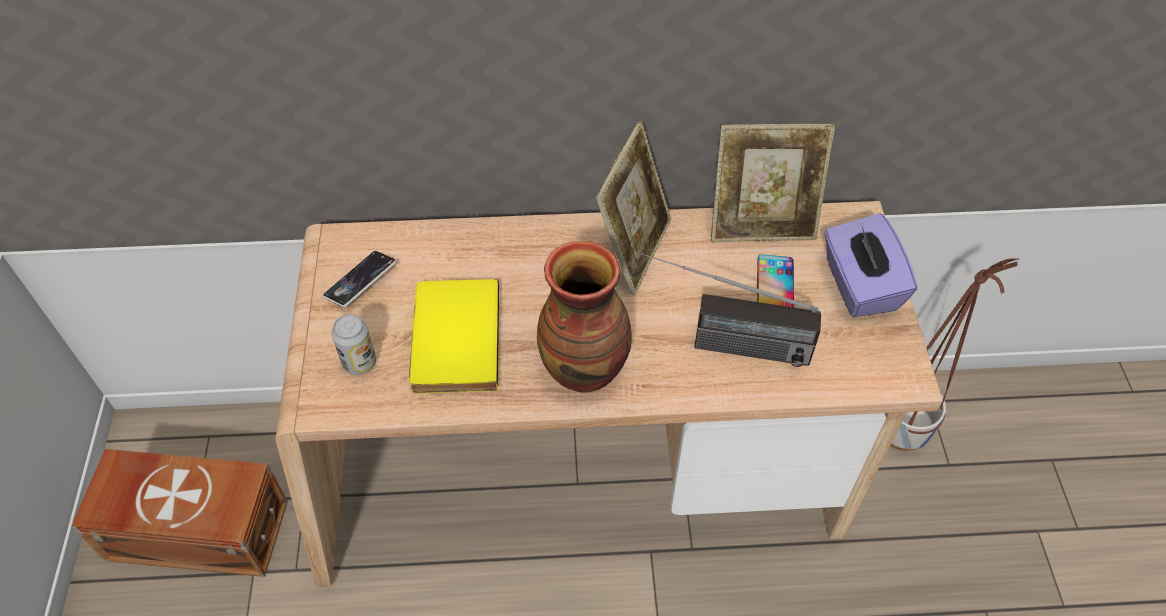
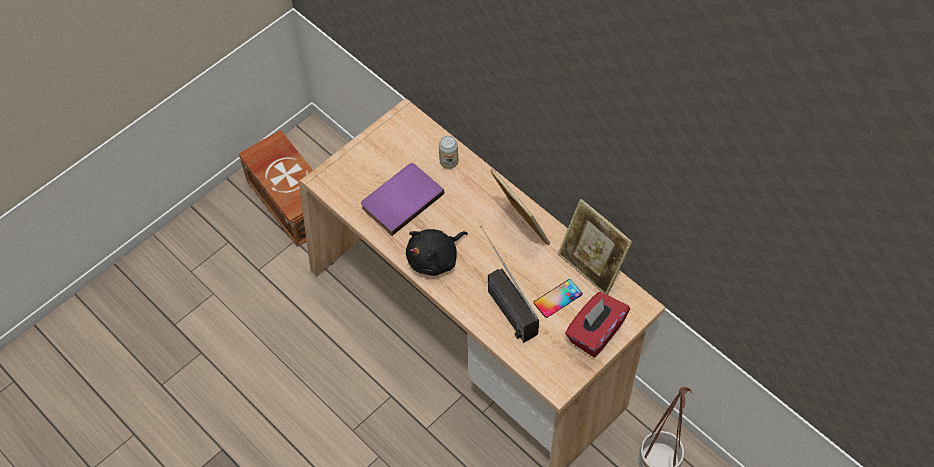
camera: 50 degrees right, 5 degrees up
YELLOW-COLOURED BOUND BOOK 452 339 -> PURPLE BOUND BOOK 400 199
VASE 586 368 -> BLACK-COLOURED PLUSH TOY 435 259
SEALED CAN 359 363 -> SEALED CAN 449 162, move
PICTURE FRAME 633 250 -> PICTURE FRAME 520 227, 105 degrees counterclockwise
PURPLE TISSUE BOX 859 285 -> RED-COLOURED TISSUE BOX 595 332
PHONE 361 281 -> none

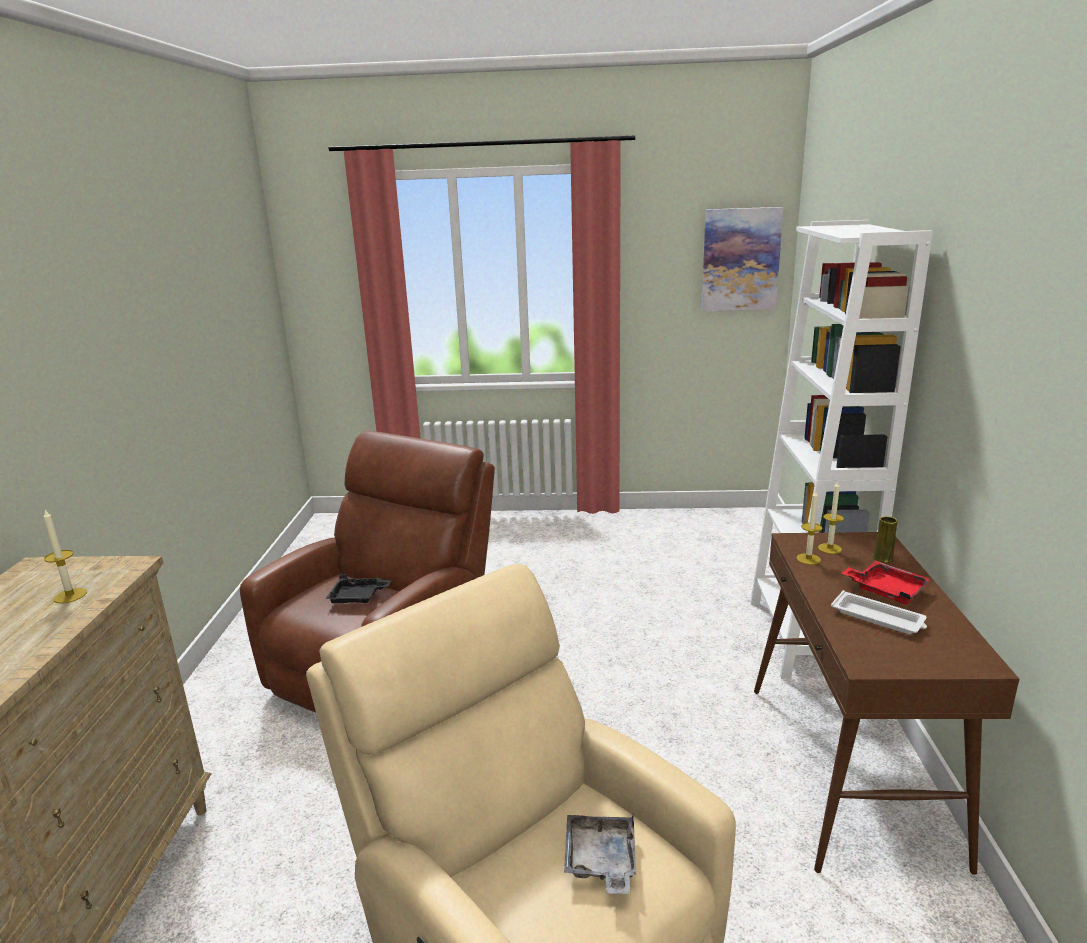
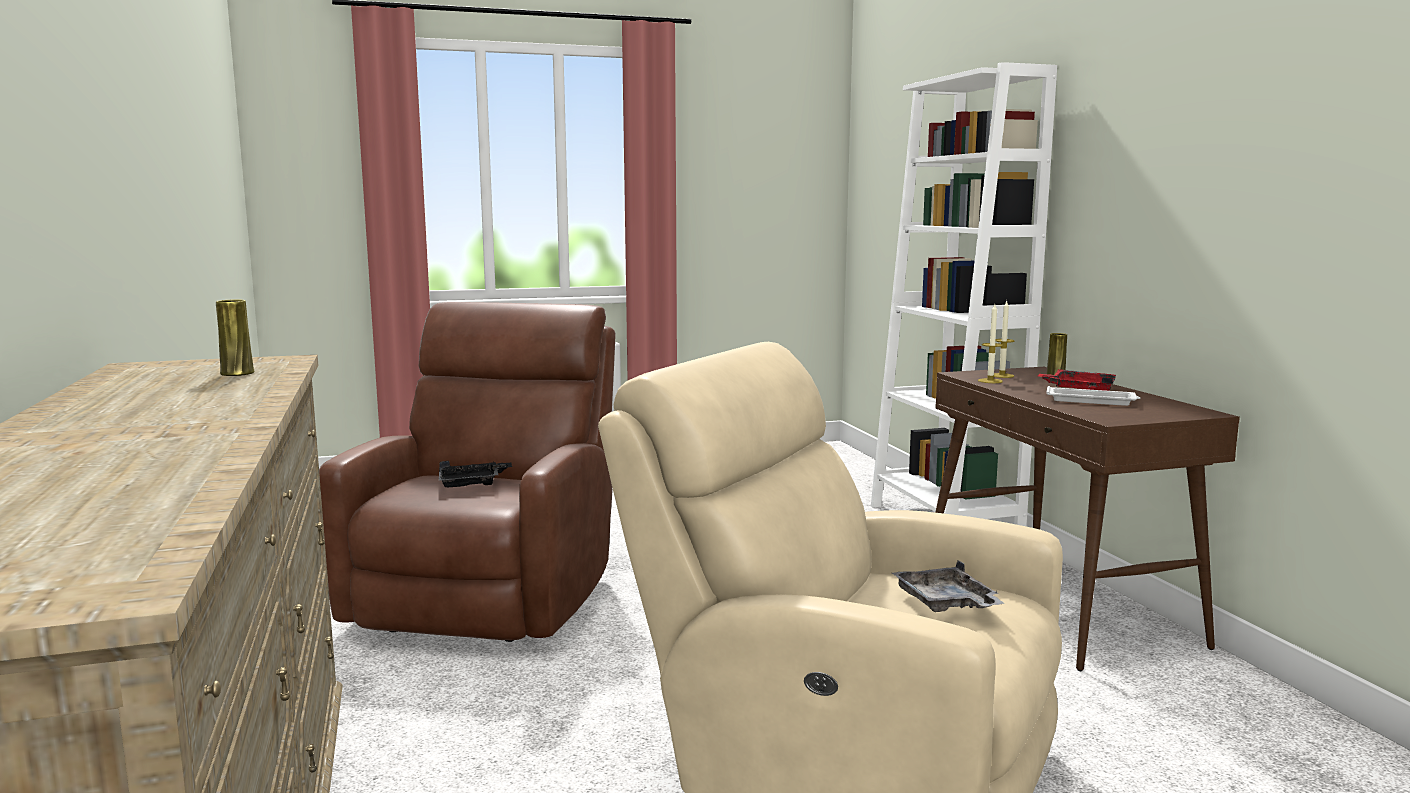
camera: 20 degrees left, 10 degrees down
CANDLE 70 595 -> YELLOW-COLOURED VASE 237 373
WALL ART 740 259 -> none

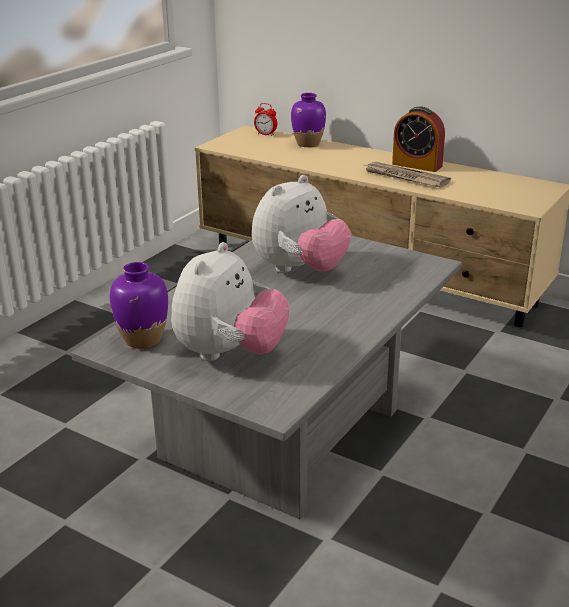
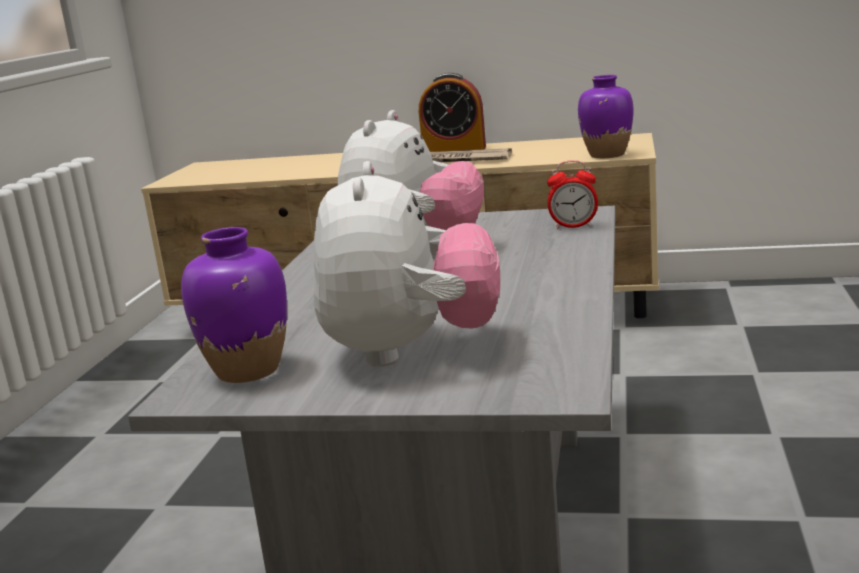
camera: 20 degrees left, 10 degrees down
TABLE CLOCK 266 134 -> TABLE CLOCK 573 226, move
PURPLE VASE 308 144 -> PURPLE VASE 607 155, move

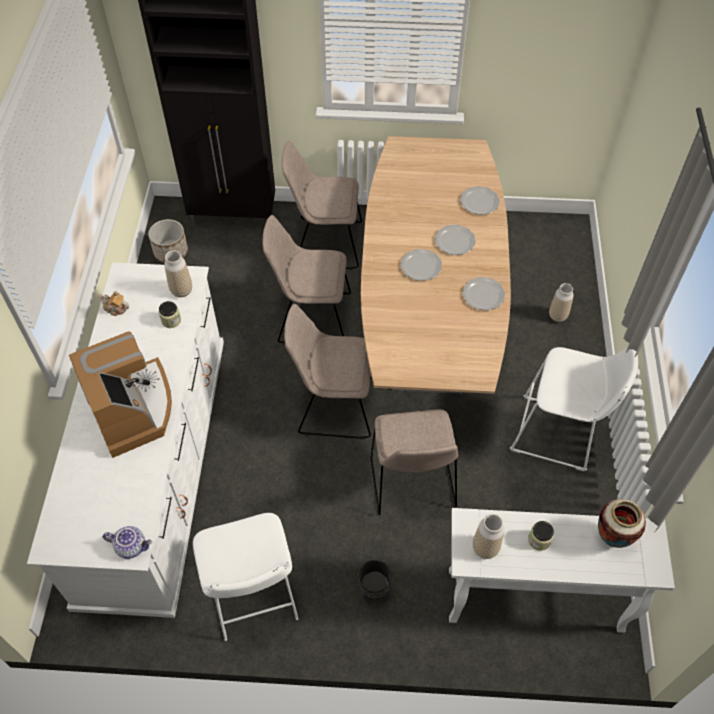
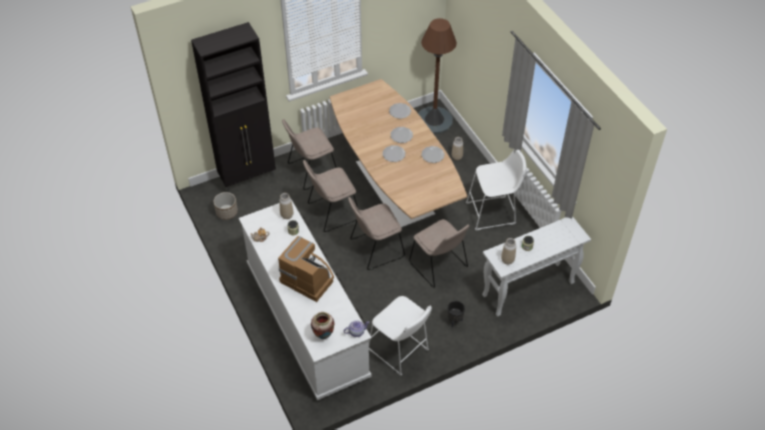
camera: 30 degrees left, 5 degrees down
VASE 611 538 -> VASE 323 336, move
none -> BROWN STANDING LAMP 434 120

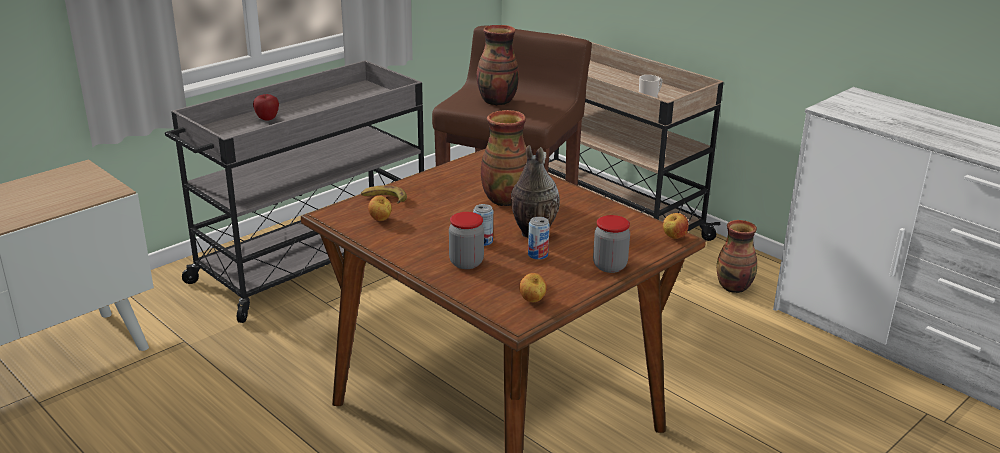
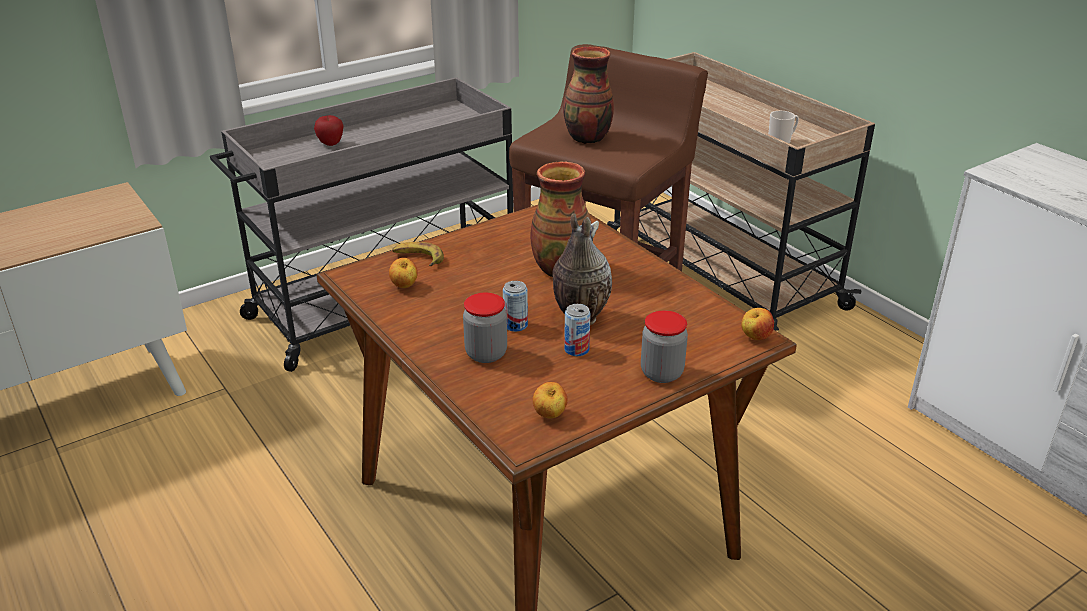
camera: 10 degrees right, 5 degrees up
VASE 734 287 -> none

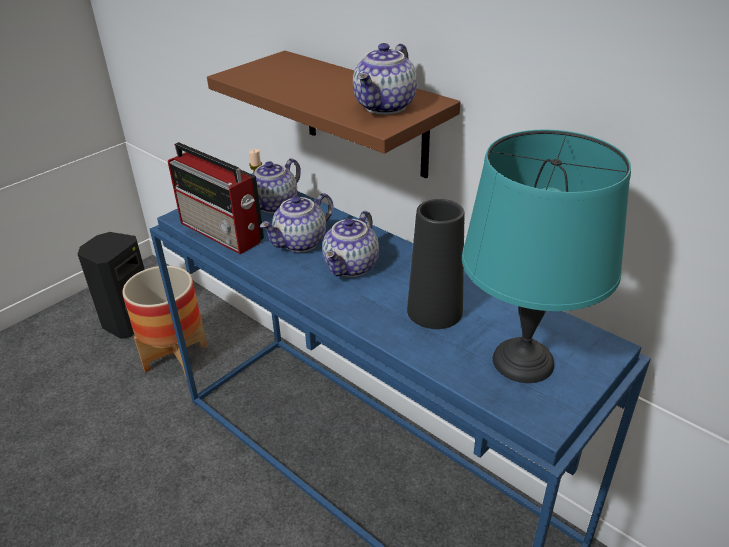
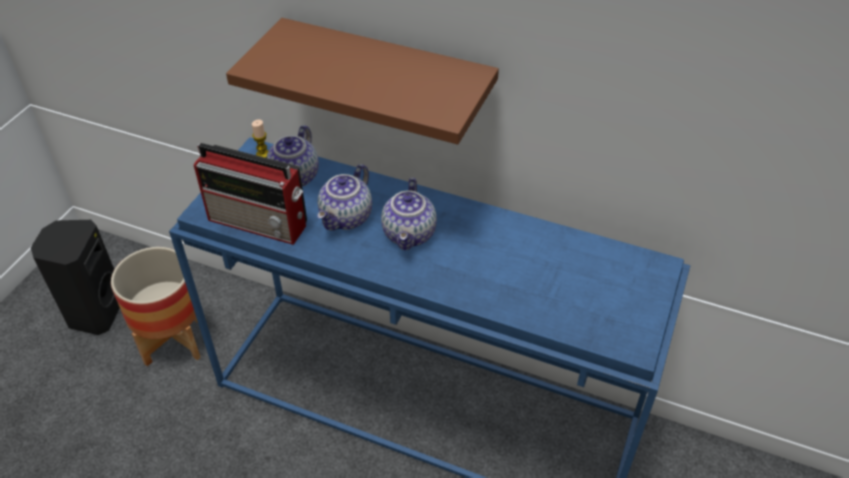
camera: 20 degrees left, 10 degrees up
TEAPOT 386 107 -> none
BLACK-COLOURED VASE 434 311 -> none
TURQUOISE-COLOURED LAMP FOR A TABLE 521 361 -> none

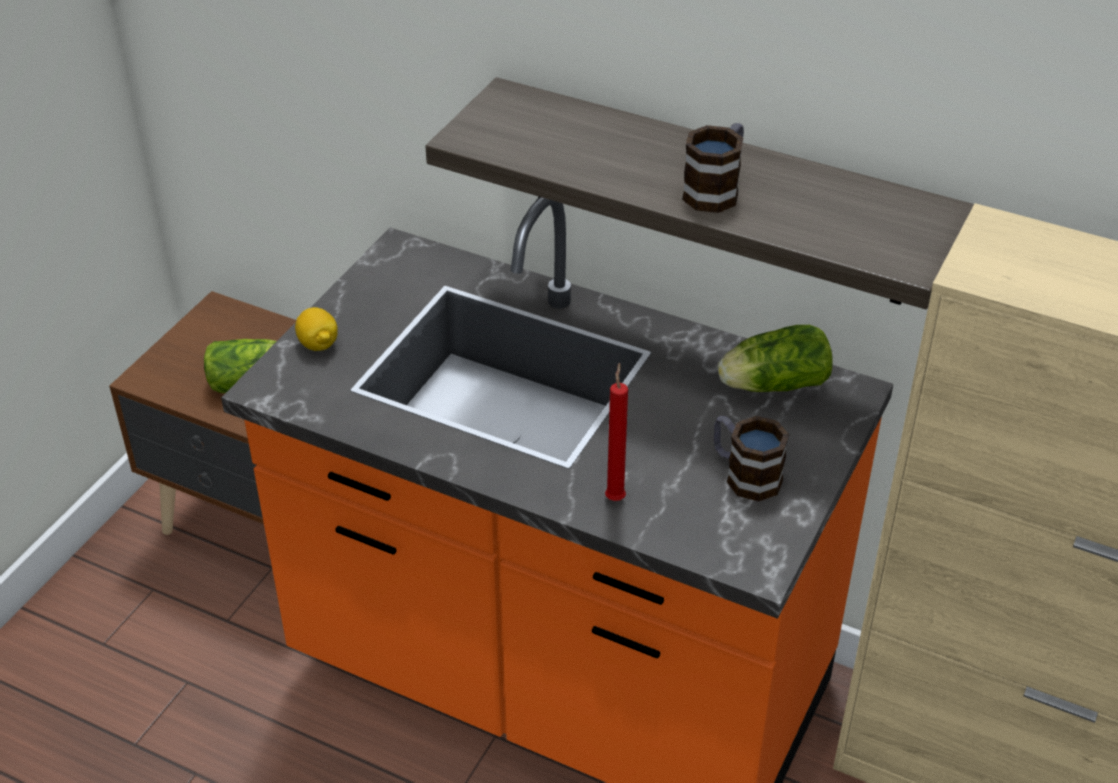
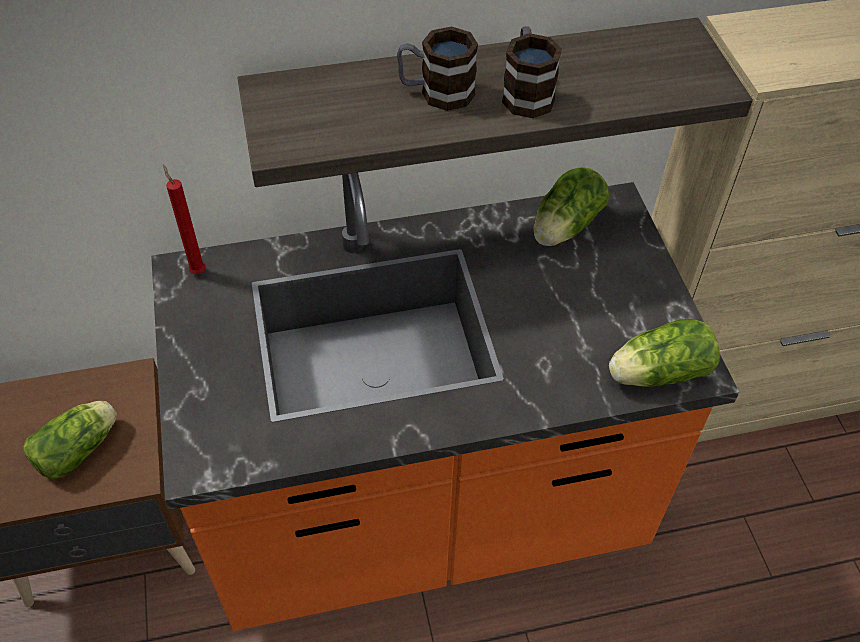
camera: 40 degrees left, 10 degrees up
RED-COLOURED CANDLE 615 497 -> RED-COLOURED CANDLE 197 270, move
TEA MUG 744 474 -> TEA MUG 436 92, move
none -> HEAD OF LETTUCE 656 373
LEMON 318 344 -> none

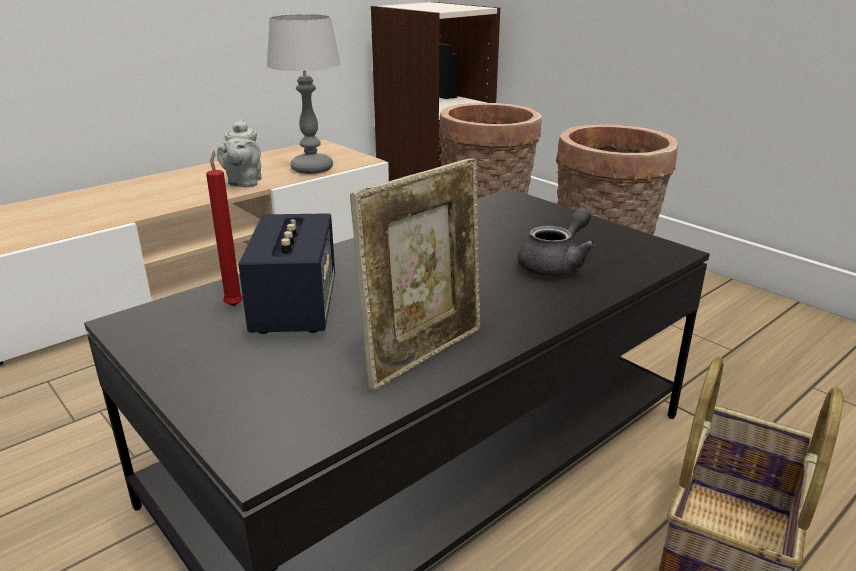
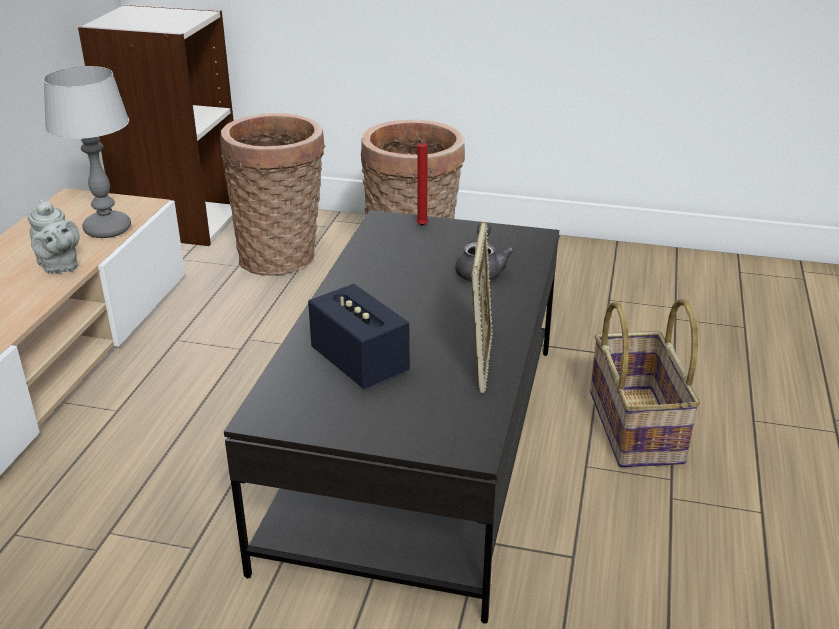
camera: 35 degrees left, 5 degrees up
RED-COLOURED CANDLE 234 305 -> RED-COLOURED CANDLE 420 225, move

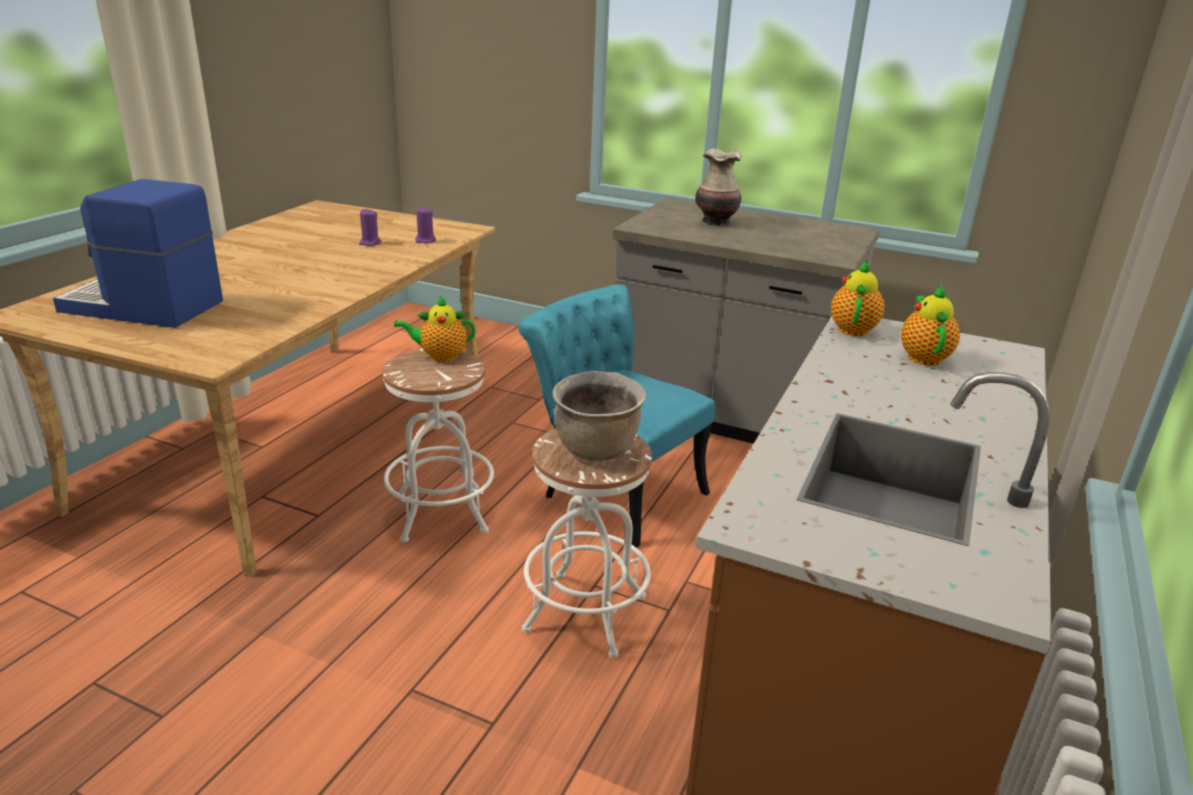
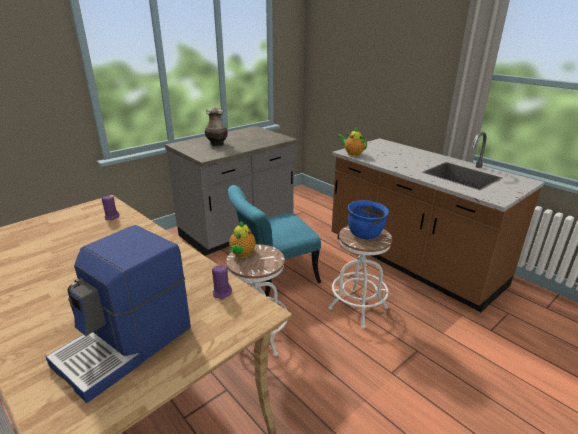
camera: 65 degrees left, 0 degrees up
PURPLE CANDLE 370 243 -> PURPLE CANDLE 222 293, move
BROWN STOCKPOT 597 450 -> BLUE-COLOURED STOCKPOT 365 234
TEAPOT 923 357 -> none

